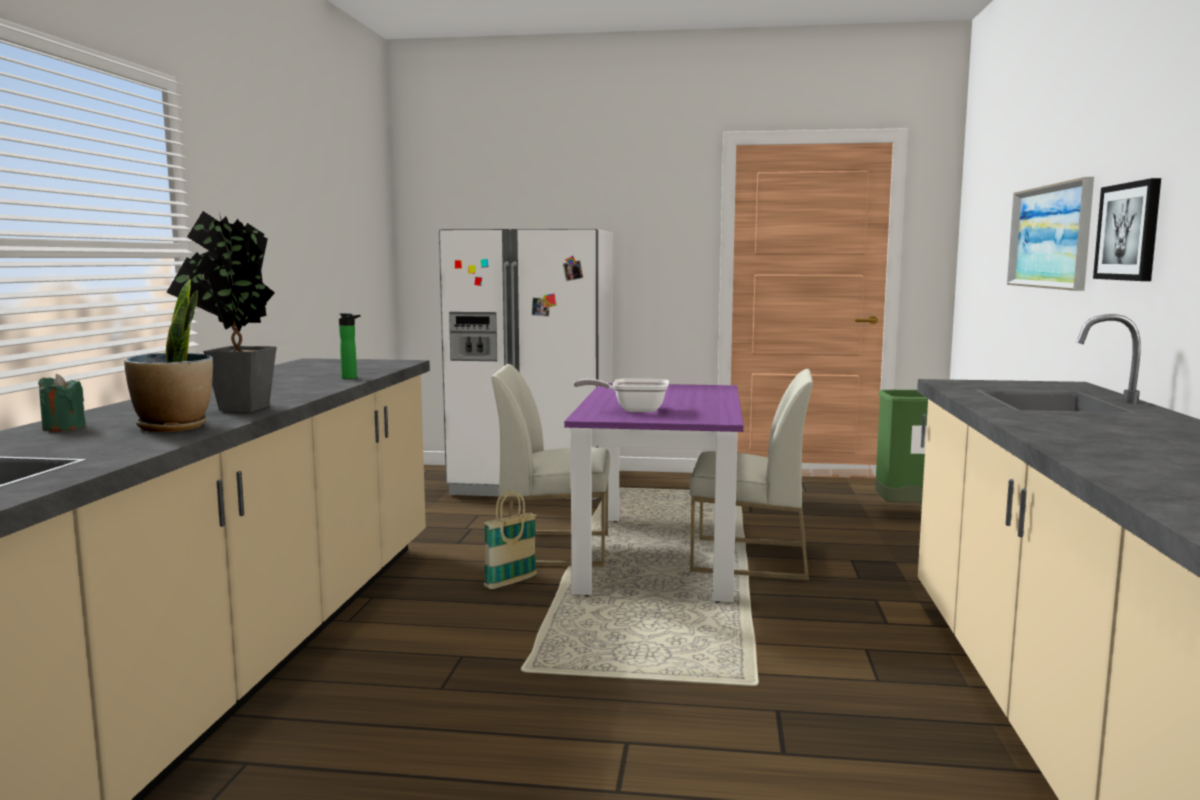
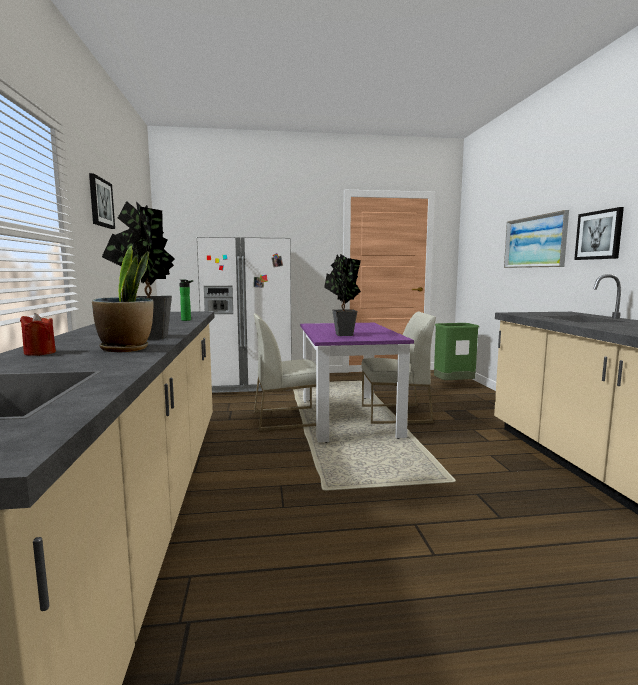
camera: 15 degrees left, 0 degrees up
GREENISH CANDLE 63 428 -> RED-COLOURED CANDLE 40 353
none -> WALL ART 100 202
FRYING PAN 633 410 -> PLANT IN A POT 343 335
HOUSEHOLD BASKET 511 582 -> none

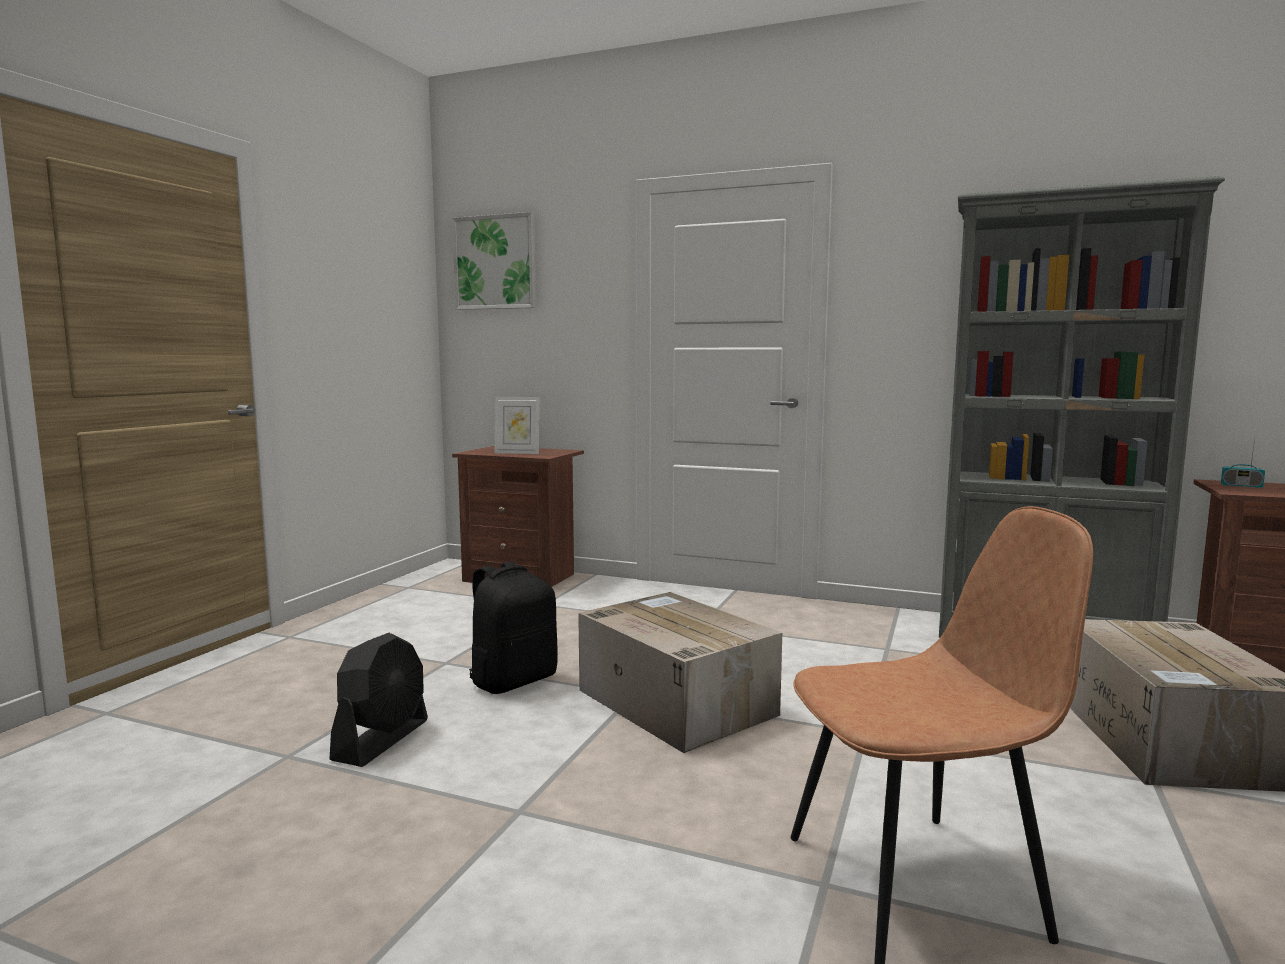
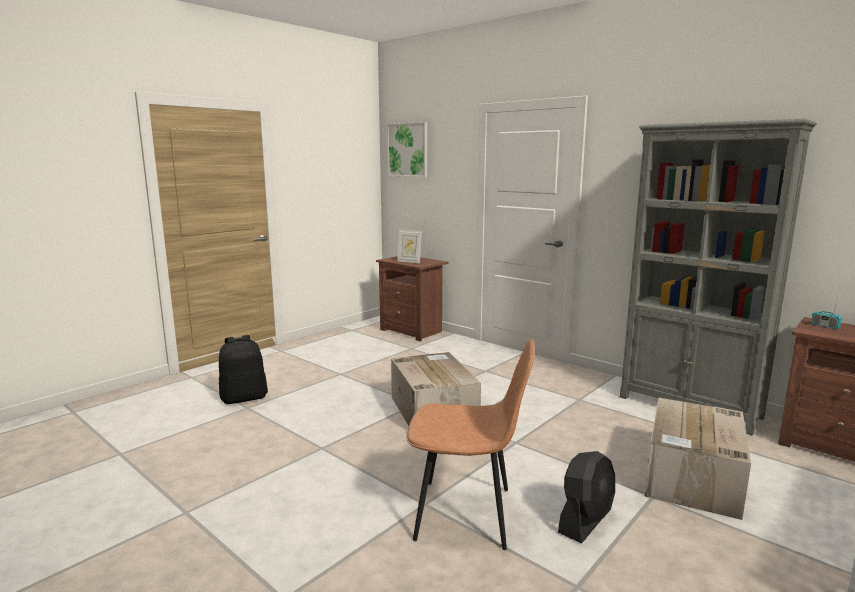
camera: 20 degrees right, 5 degrees up
BLACK-COLOURED RUCKSACK 513 680 -> BLACK-COLOURED RUCKSACK 244 398, move
BLACK-COLOURED COOLING FAN 382 740 -> BLACK-COLOURED COOLING FAN 585 520, move

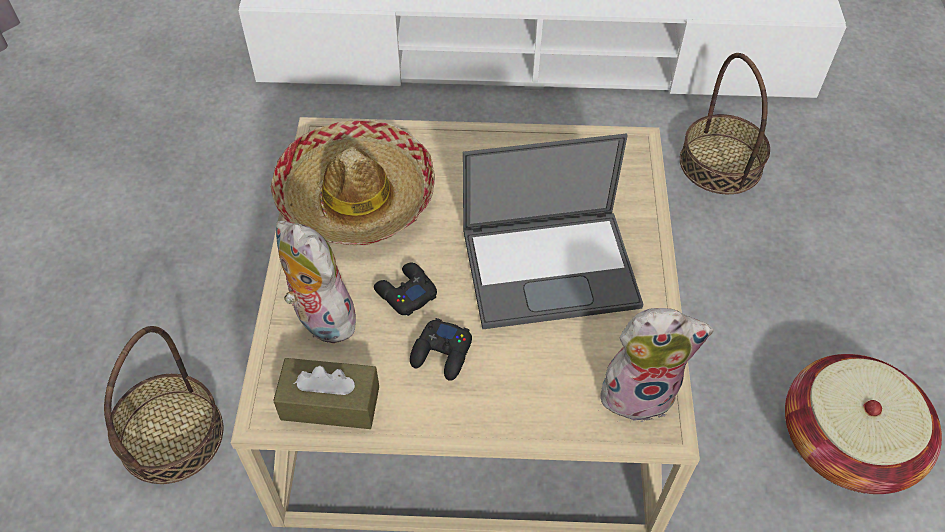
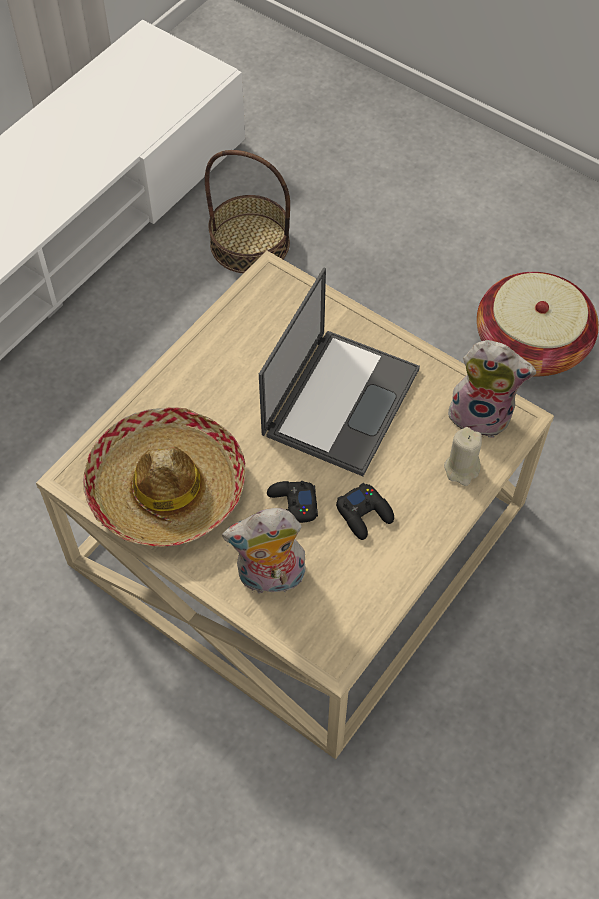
camera: 55 degrees left, 5 degrees up
none -> SAND-COLOURED CANDLE 462 469
PLUSH TOY 639 391 -> PLUSH TOY 482 414, 75 degrees clockwise
HOUSEHOLD BASKET 171 435 -> none
BROWN TISSUE BOX 330 403 -> none

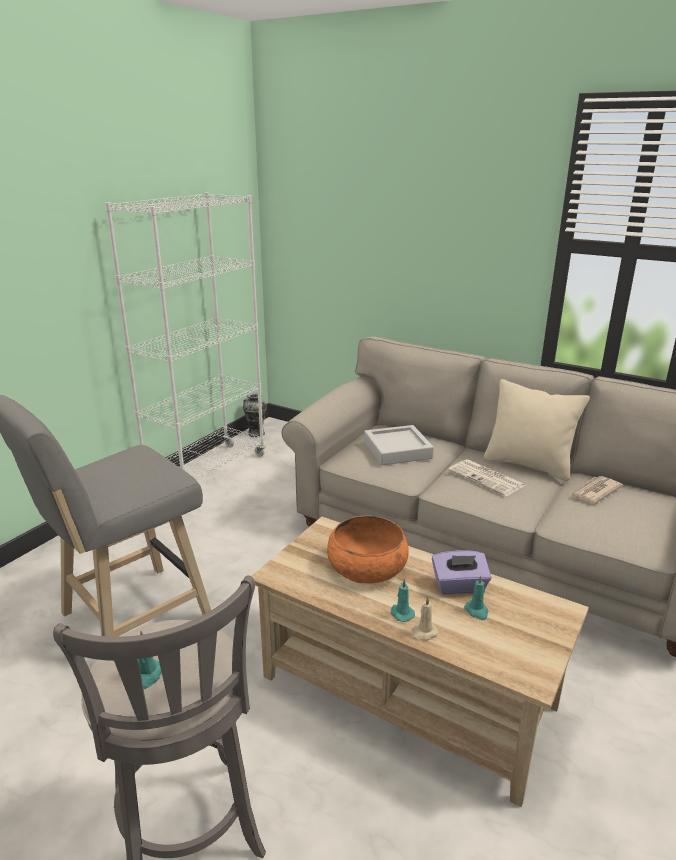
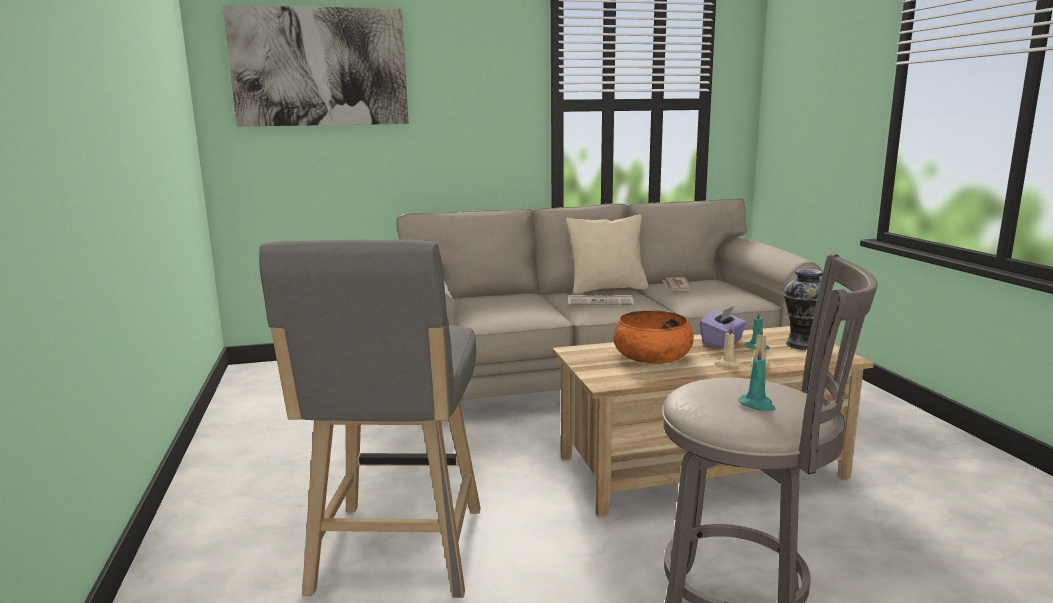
camera: 45 degrees left, 10 degrees down
none -> WALL ART 320 67
TURQUOISE-COLOURED CANDLE 401 613 -> SAND-COLOURED CANDLE 727 364
VASE 256 433 -> VASE 802 345, move
WHITE-COLOURED BOOKCASE 208 473 -> none
GRAY TRAY 397 450 -> none

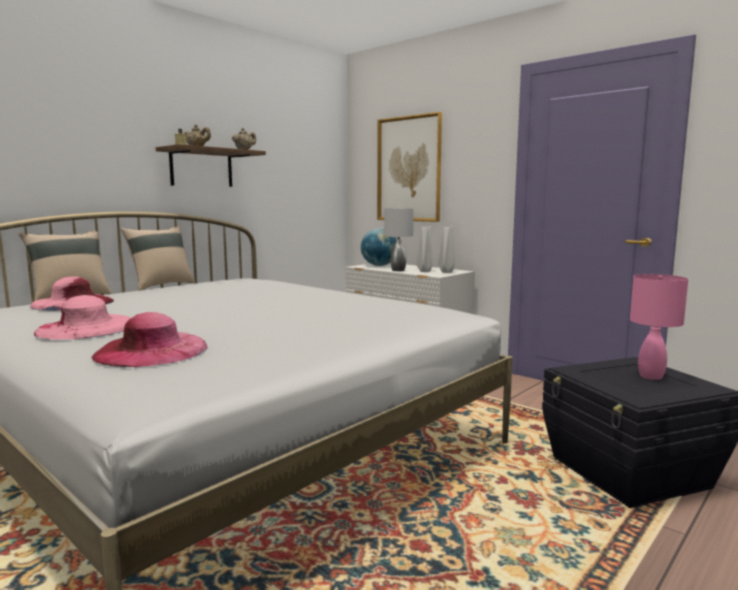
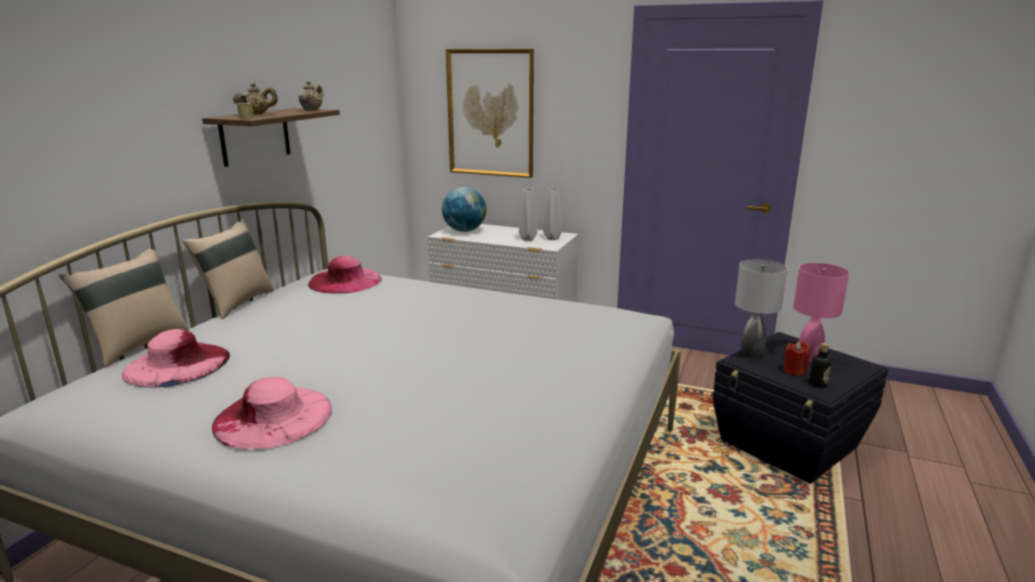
camera: 20 degrees left, 10 degrees up
PINK WEARABLE HAT 151 350 -> PINK WEARABLE HAT 345 281, move
GRAY LAMP FOR A TABLE 397 270 -> GRAY LAMP FOR A TABLE 750 353, move
none -> RED-COLOURED CANDLE 794 371
none -> DRINK BOTTLE 818 384

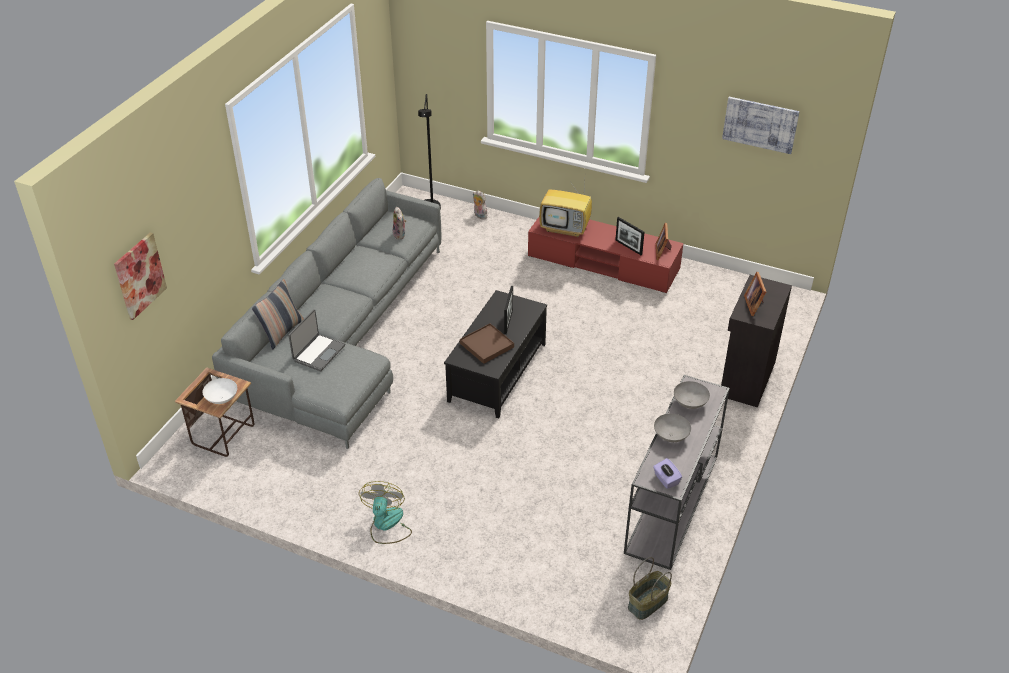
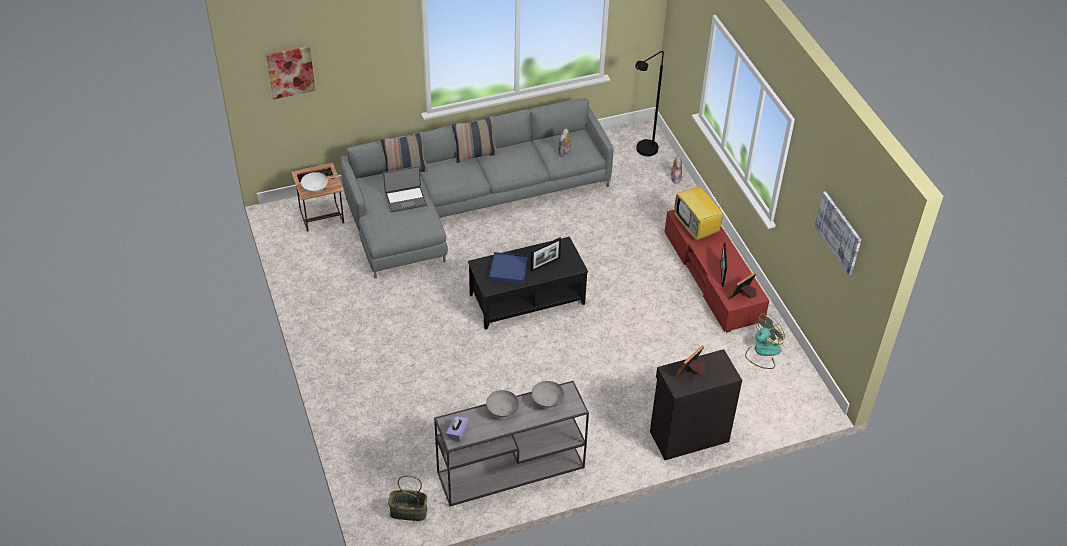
camera: 45 degrees right, 5 degrees up
none -> THROW PILLOW 475 154
BROWN TRAY 486 345 -> BLUE-COLOURED TRAY 508 269
COOLING FAN 386 525 -> COOLING FAN 762 352, move

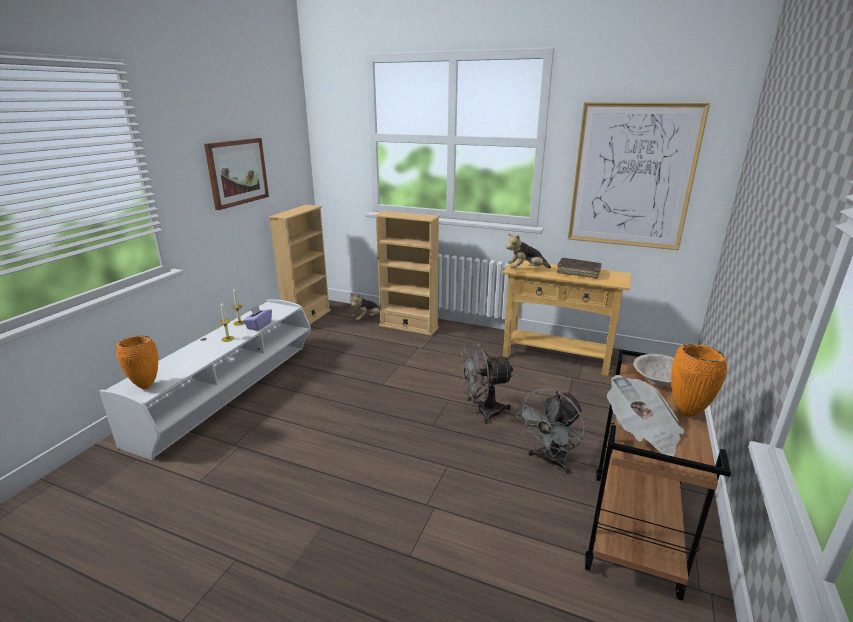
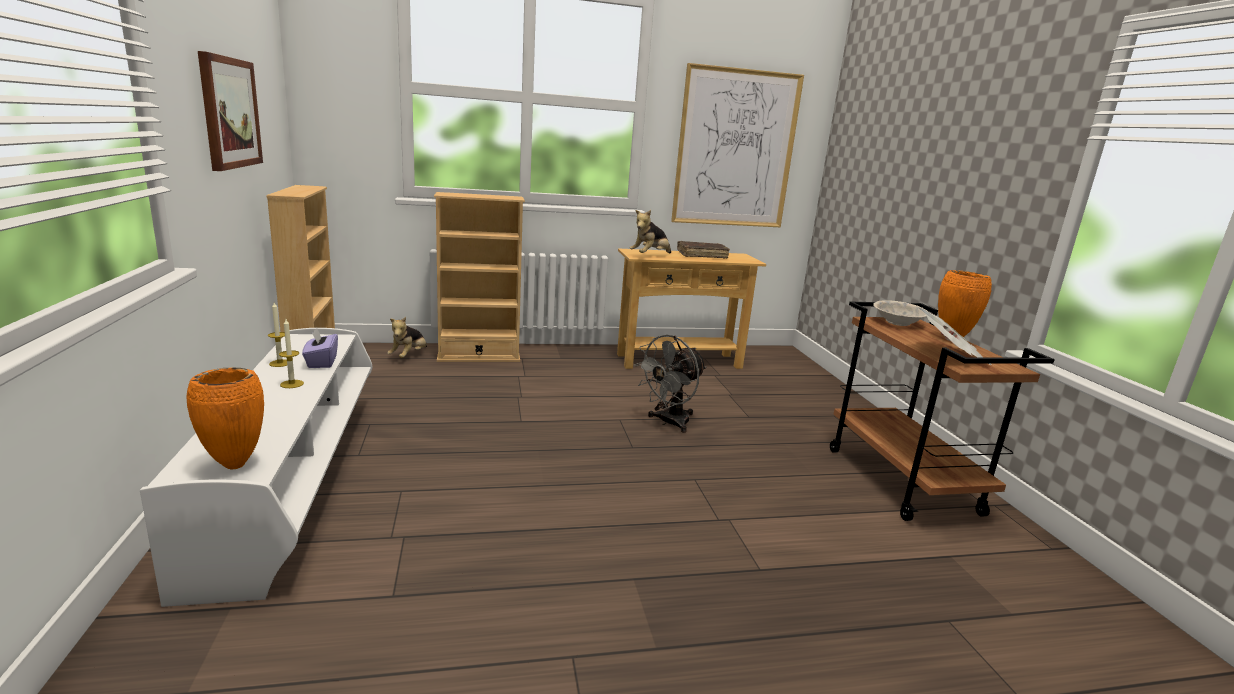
camera: 35 degrees left, 5 degrees down
GRAY COOLING FAN 549 461 -> none

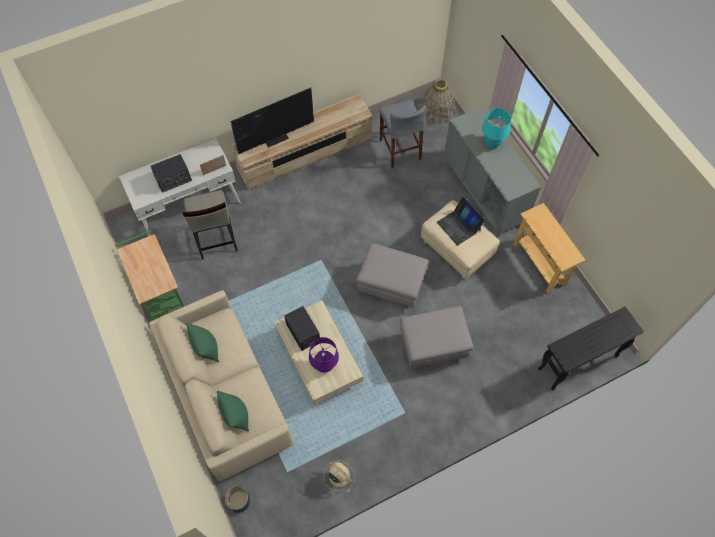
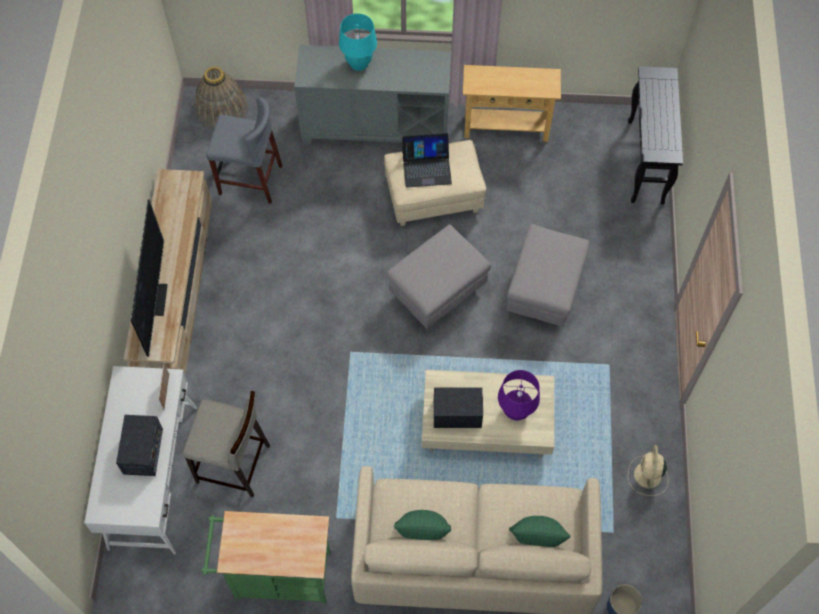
camera: 60 degrees left, 0 degrees up
SAND-COLOURED COOLING FAN 338 475 -> SAND-COLOURED COOLING FAN 647 476, 60 degrees counterclockwise

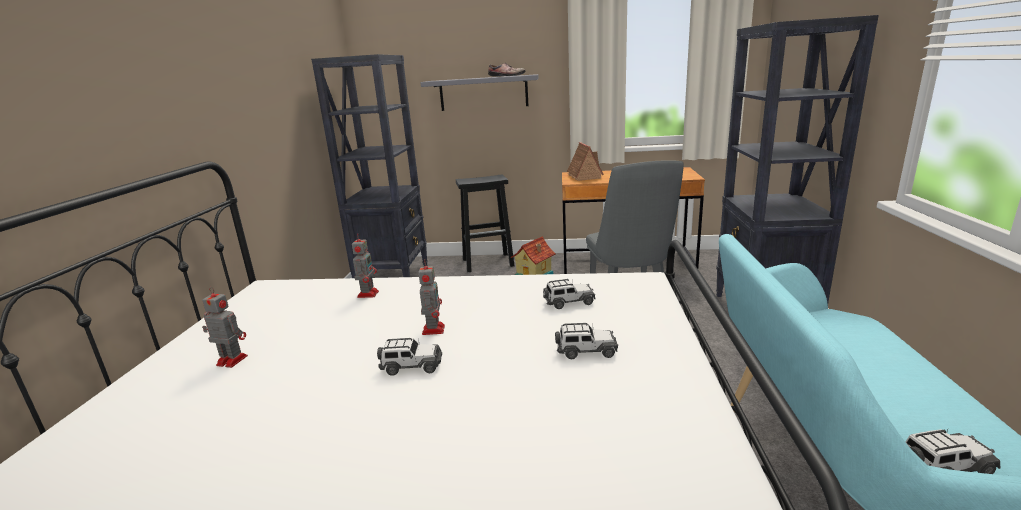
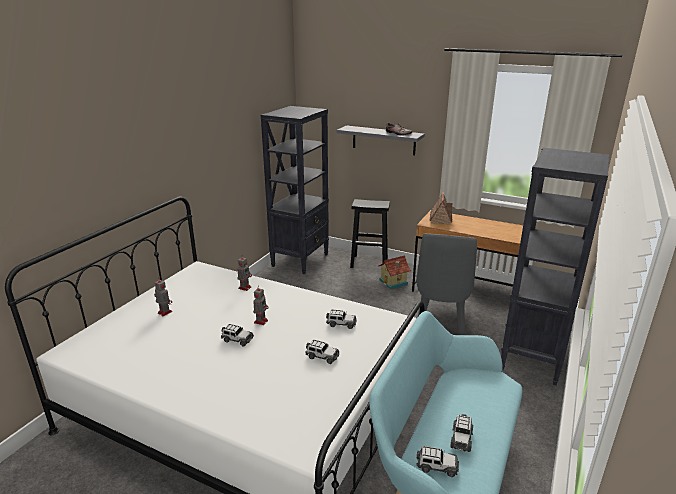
camera: 20 degrees right, 5 degrees up
none -> MODEL CAR 461 438

